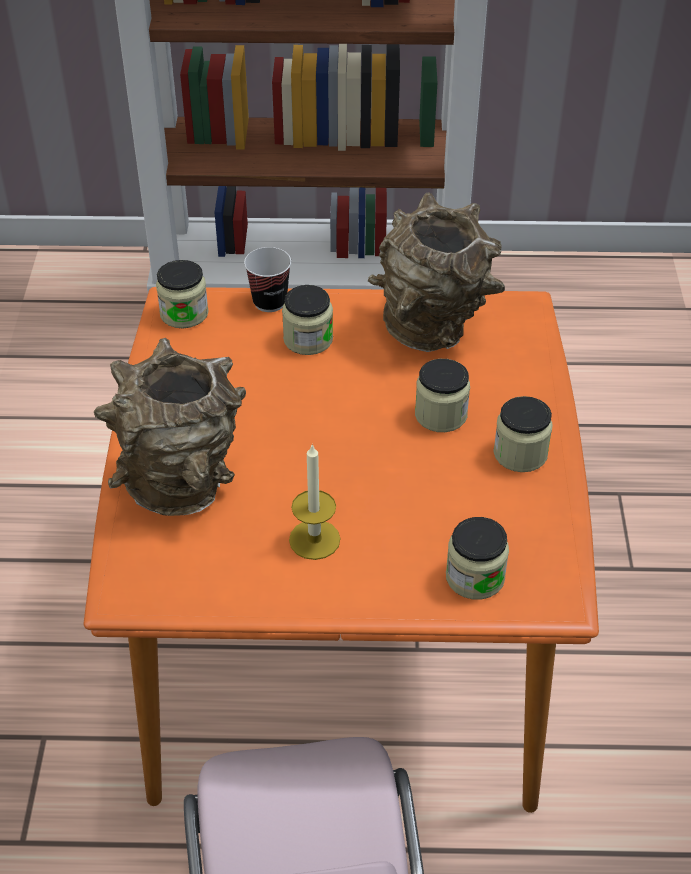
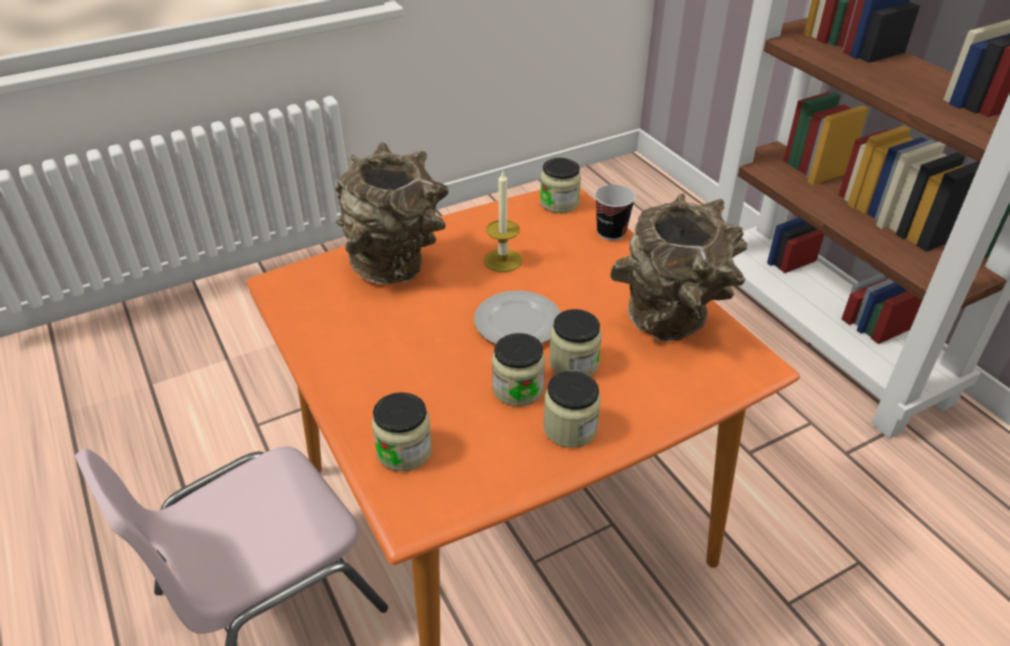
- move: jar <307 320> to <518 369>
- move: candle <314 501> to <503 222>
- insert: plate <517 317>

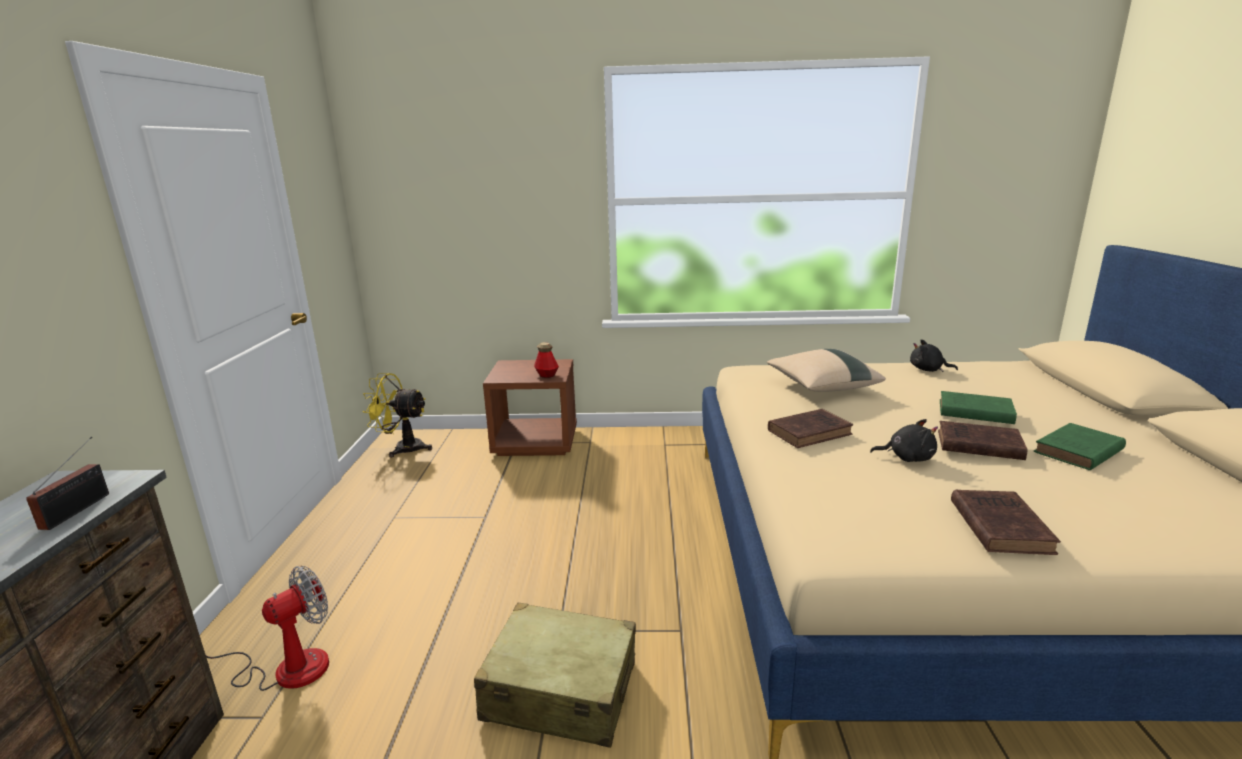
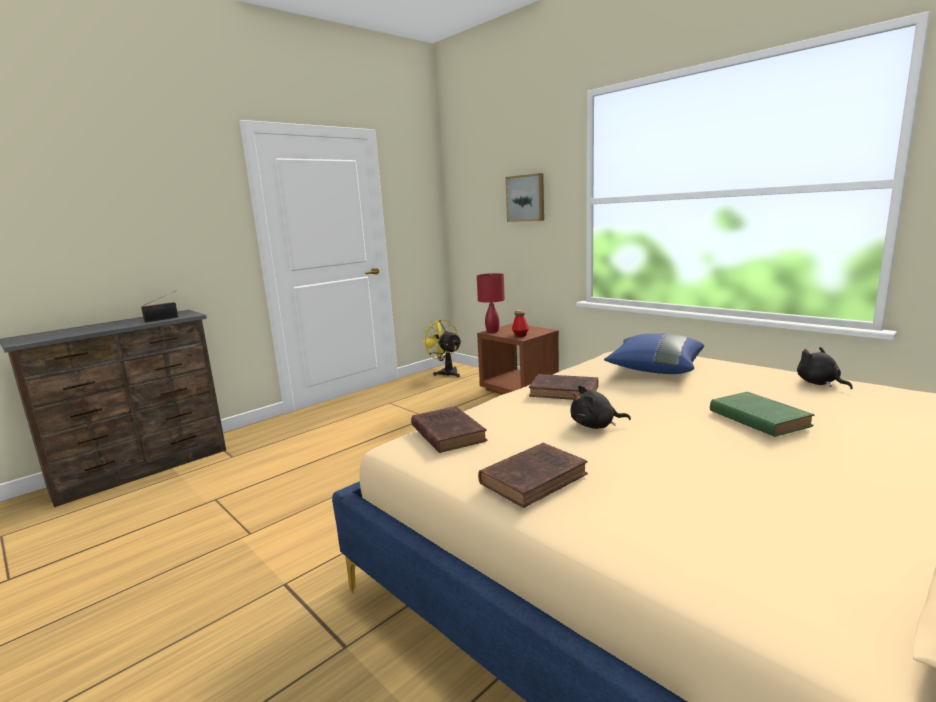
- delete: electric fan <267 628>
- delete: beige-coloured piece of luggage <555 675>
- recolor: beige-coloured cushion <826 370> to bluish cushion <654 353>
- rotate: blackish plush toy <904 440> = <601 407> 120 degrees clockwise
- move: brown volume <983 440> to <449 429>
- delete: green-coloured volume <1080 446>
- insert: red lamp for a table <491 303>
- insert: wall art <524 197>

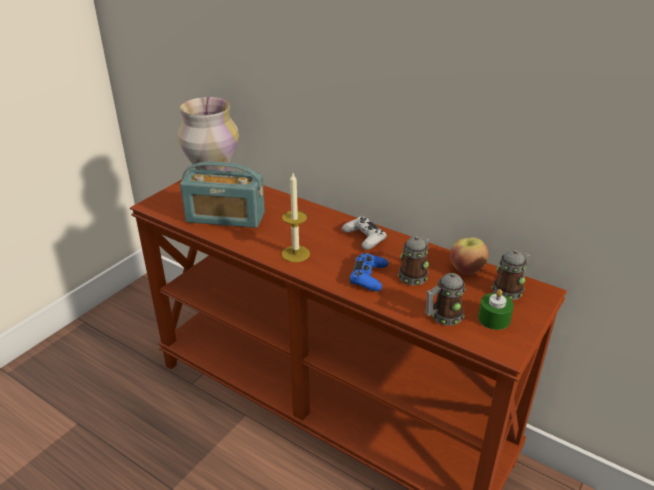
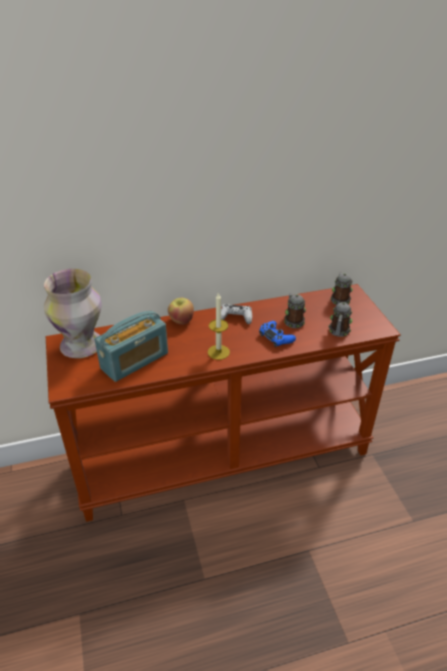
- move: apple fruit <469 256> to <181 311>
- delete: green-coloured candle <496 309>

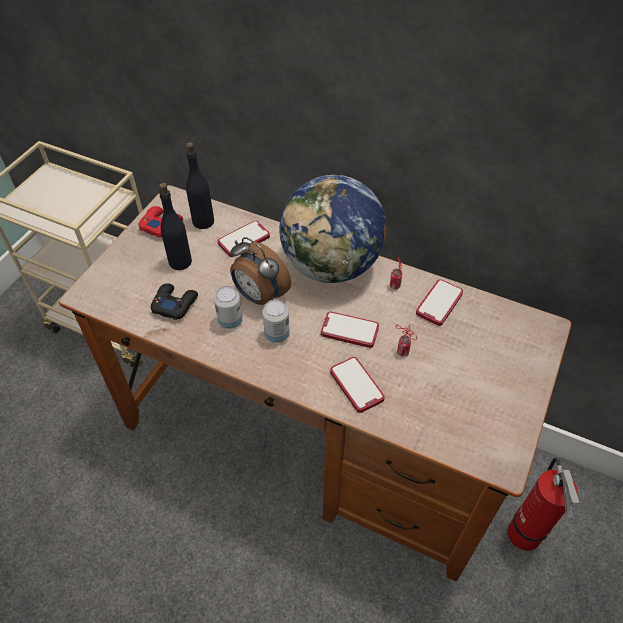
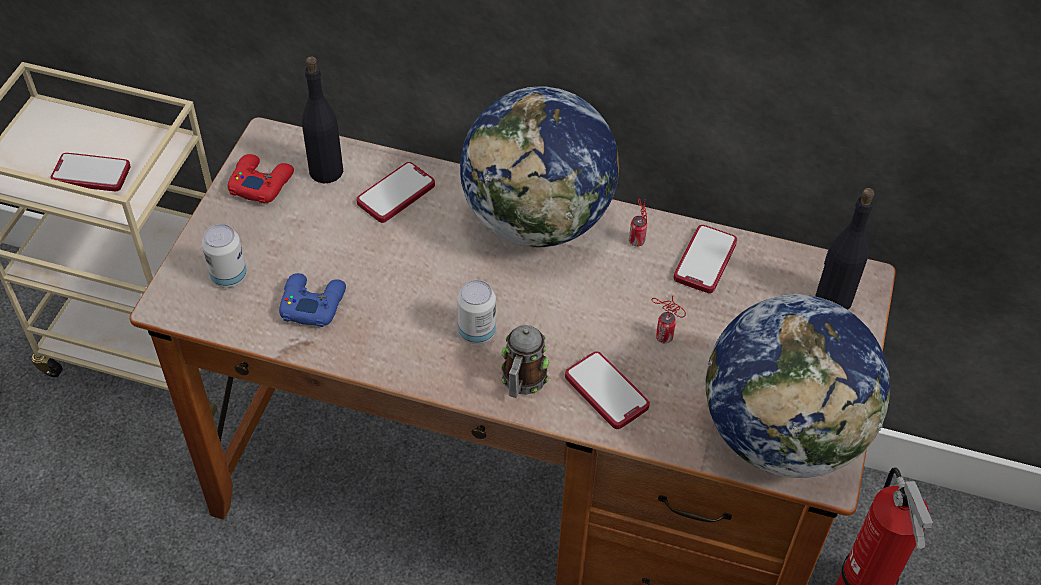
- recolor: blackish game controller <174 301> to bluish game controller <312 300>
- move: blackish beverage bottle <175 226> to <845 249>
- move: metal can <228 307> to <224 256>
- delete: alarm clock <260 271>
- move: handset <350 330> to <90 172>
- insert: mug <525 361>
- insert: desk globe <798 386>

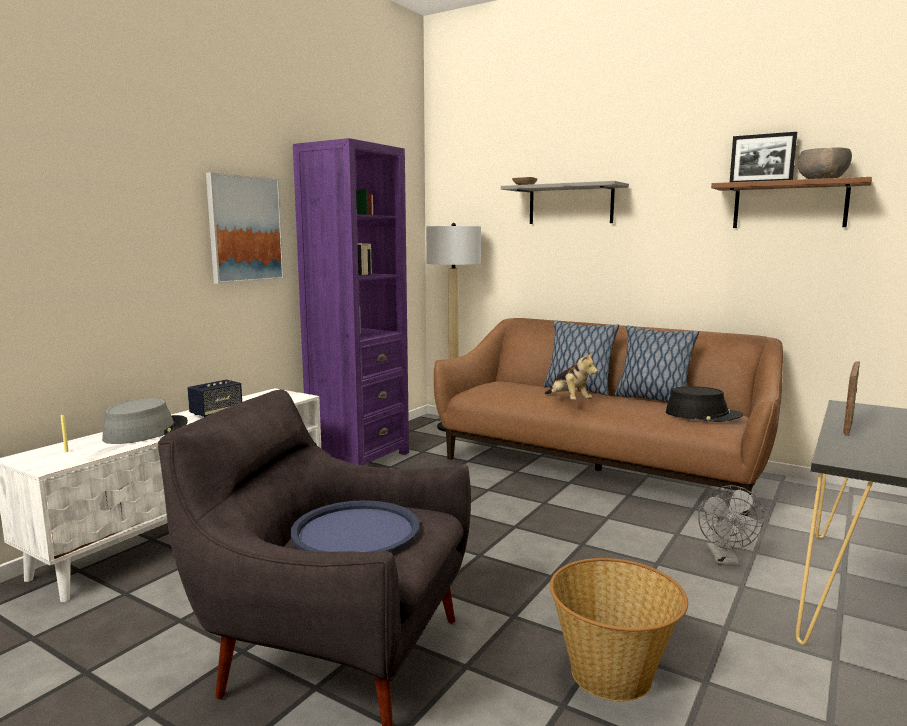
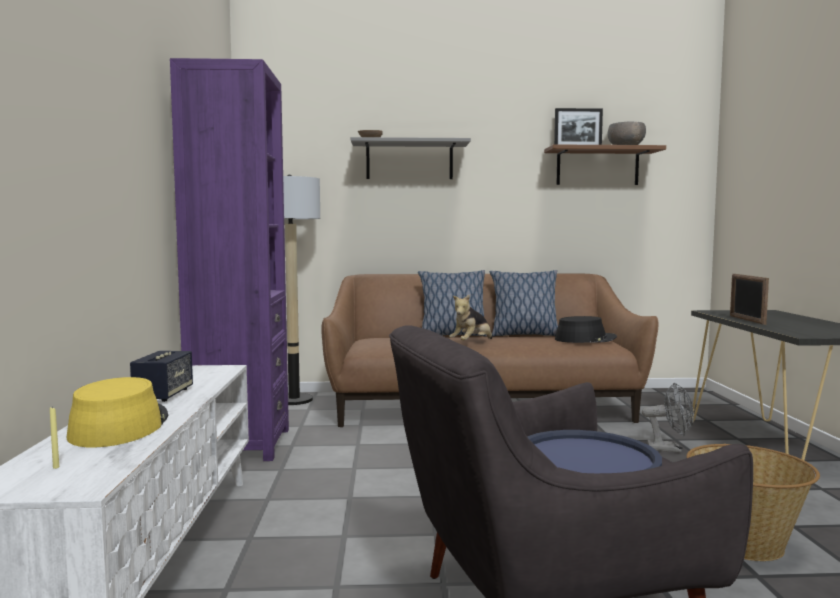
- recolor: grey hat <145 421> to yellow hat <118 412>
- delete: wall art <245 228>
- rotate: plush toy <571 376> = <470 317> 105 degrees clockwise
- rotate: grey electric fan <731 525> = <668 417> 45 degrees counterclockwise

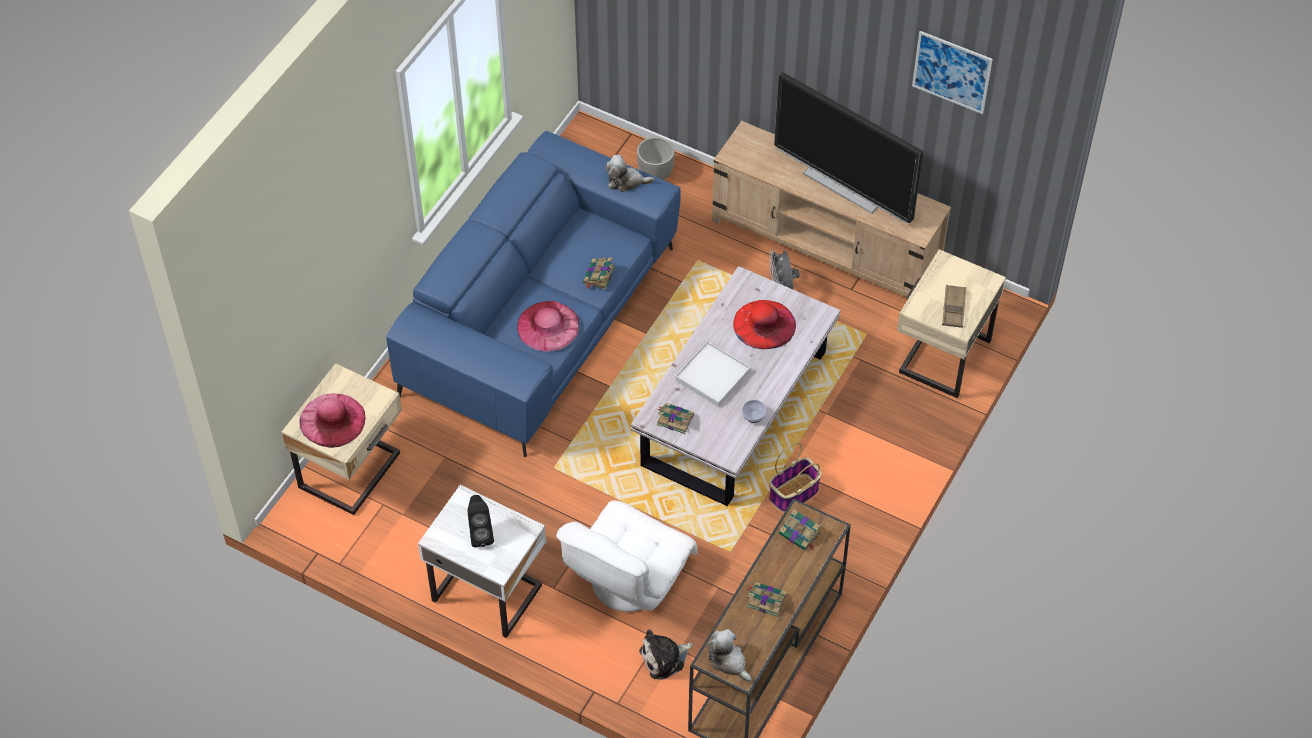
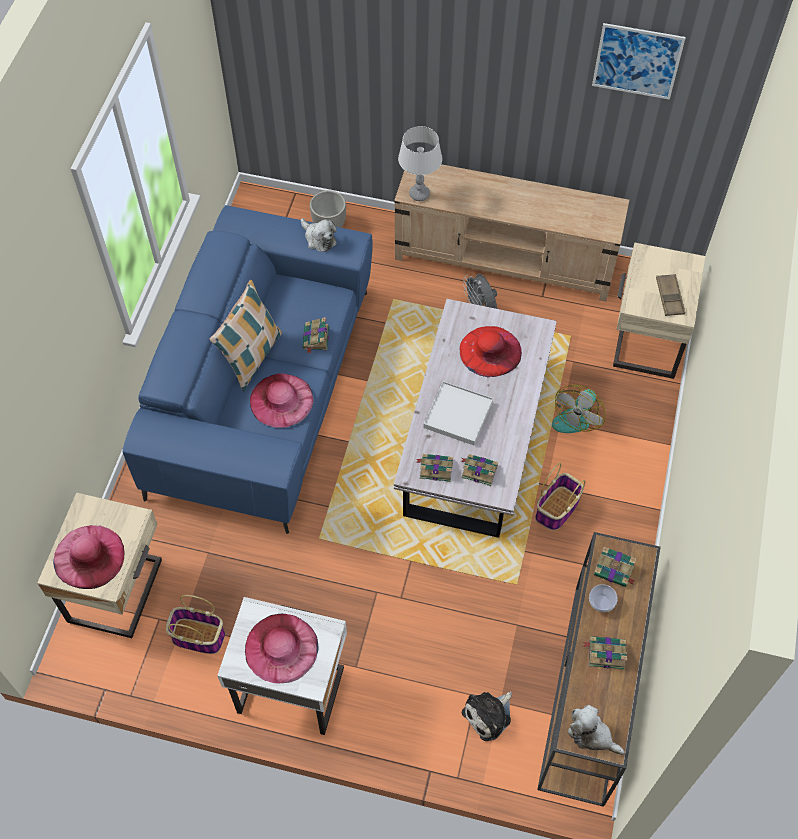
- replace: blackish speaker <481 521> to pink hat <281 648>
- delete: white easy chair <627 556>
- rotate: plush toy <629 173> = <319 235> 120 degrees counterclockwise
- move: deep dish <754 411> to <603 598>
- delete: television <848 148>
- insert: storage basket <195 624>
- insert: cushion <246 336>
- insert: grey lamp for a table <420 163>
- insert: volume <479 470>
- insert: electric fan <579 409>

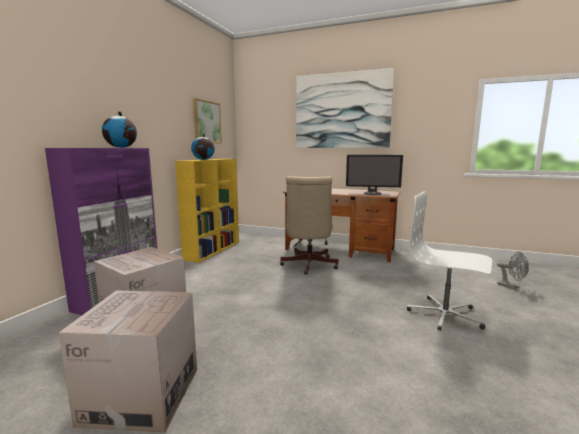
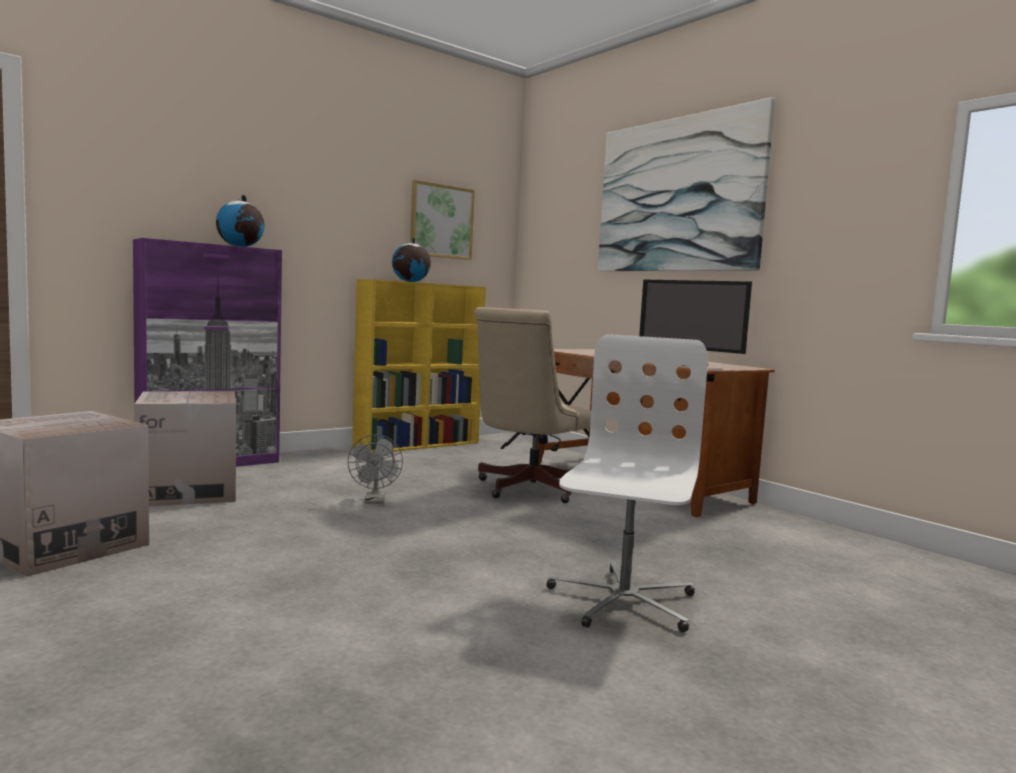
- rotate: white desk chair <449 261> = <627 483> 45 degrees clockwise
- move: grey electric fan <513 271> to <375 469>

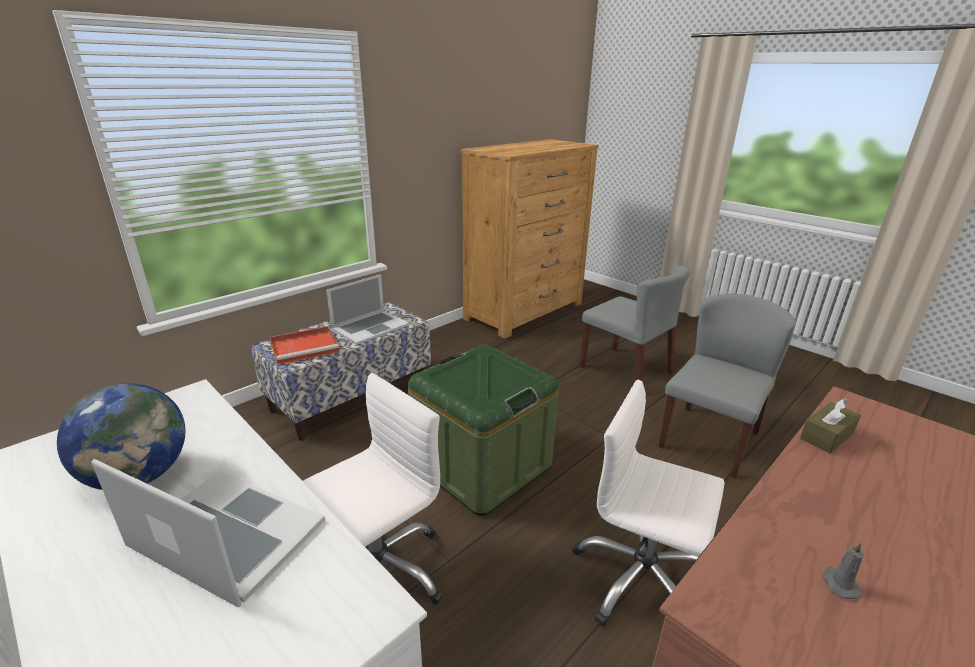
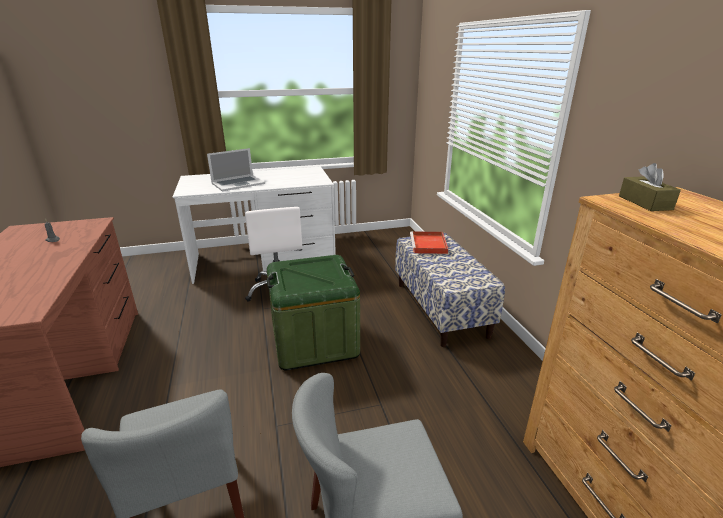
- delete: desk globe <121 436>
- delete: notebook computer <368 309>
- delete: white desk chair <648 503>
- move: brown box of tissues <830 426> to <650 187>

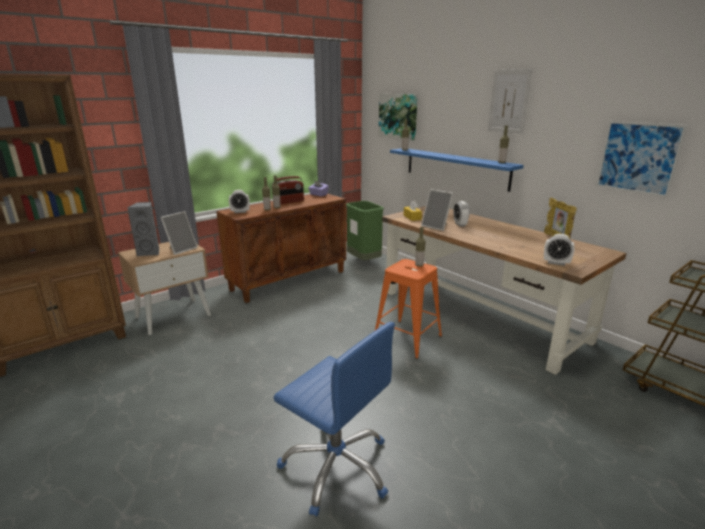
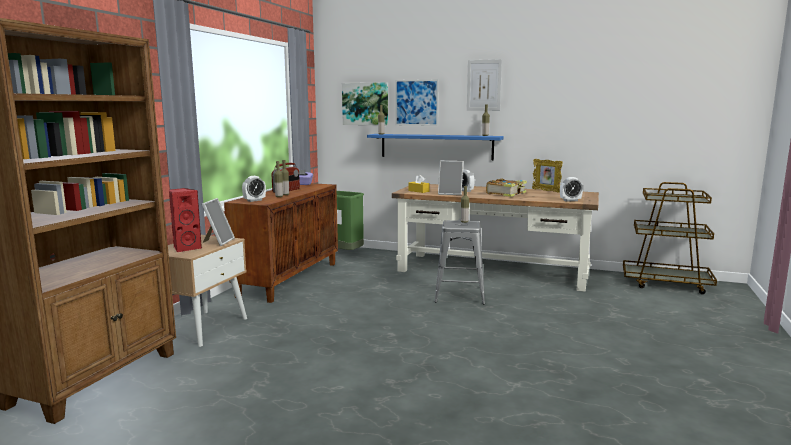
- recolor: grey speaker <143 229> to red speaker <185 220>
- delete: bluish desk chair <334 419>
- recolor: orange stool seat <408 309> to grey stool seat <459 262>
- move: wall art <642 159> to <417 102>
- insert: volume <506 187>

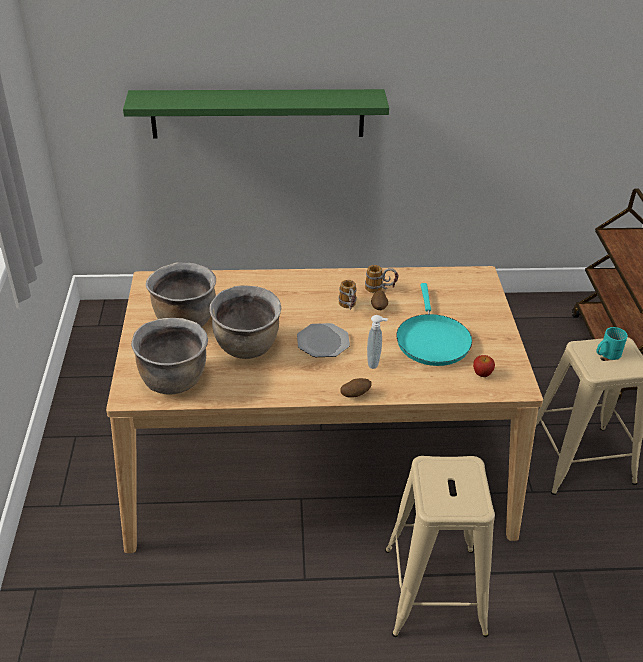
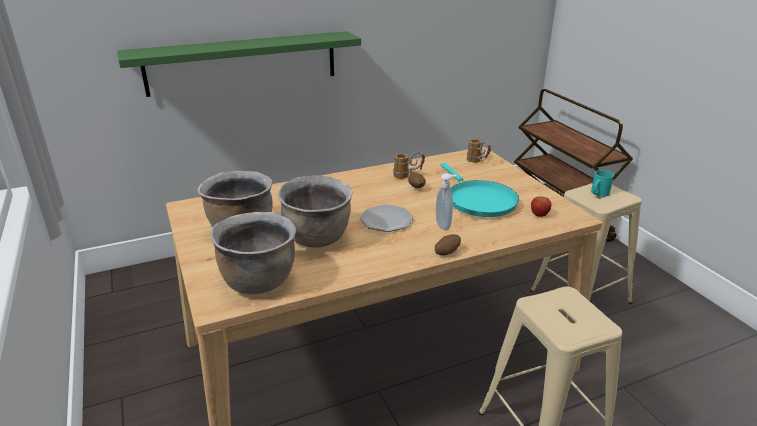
- move: mug <347 295> to <479 151>

